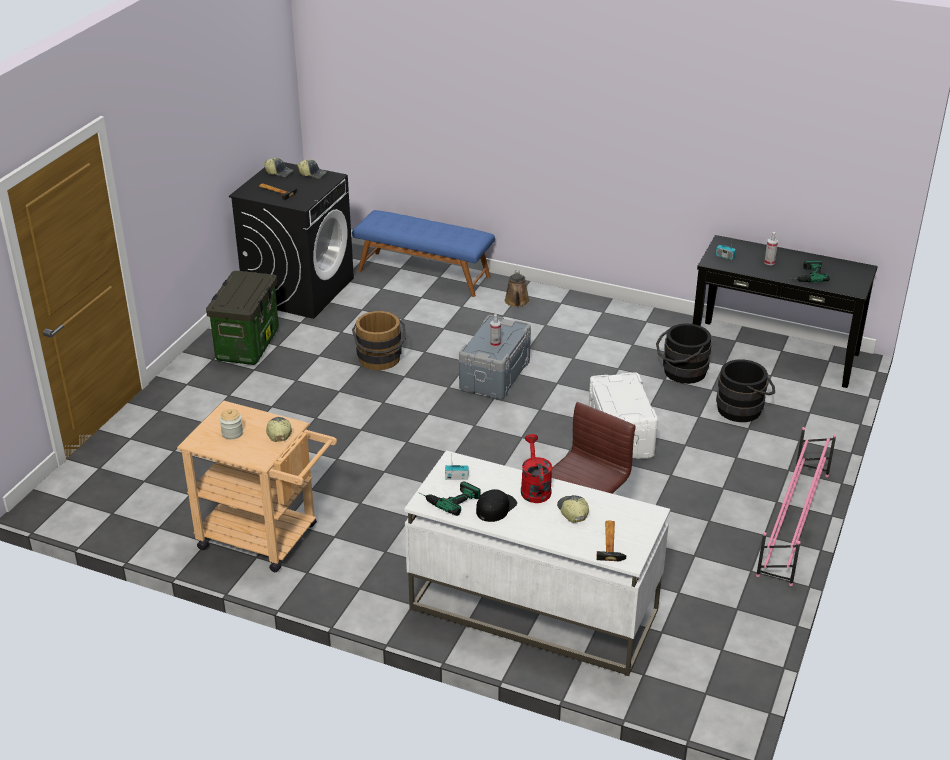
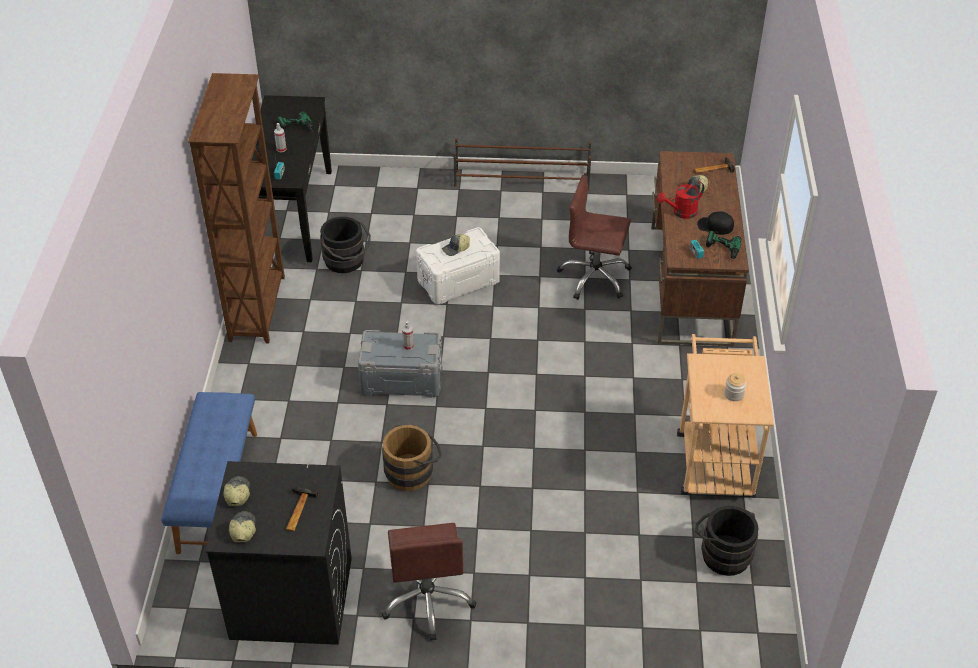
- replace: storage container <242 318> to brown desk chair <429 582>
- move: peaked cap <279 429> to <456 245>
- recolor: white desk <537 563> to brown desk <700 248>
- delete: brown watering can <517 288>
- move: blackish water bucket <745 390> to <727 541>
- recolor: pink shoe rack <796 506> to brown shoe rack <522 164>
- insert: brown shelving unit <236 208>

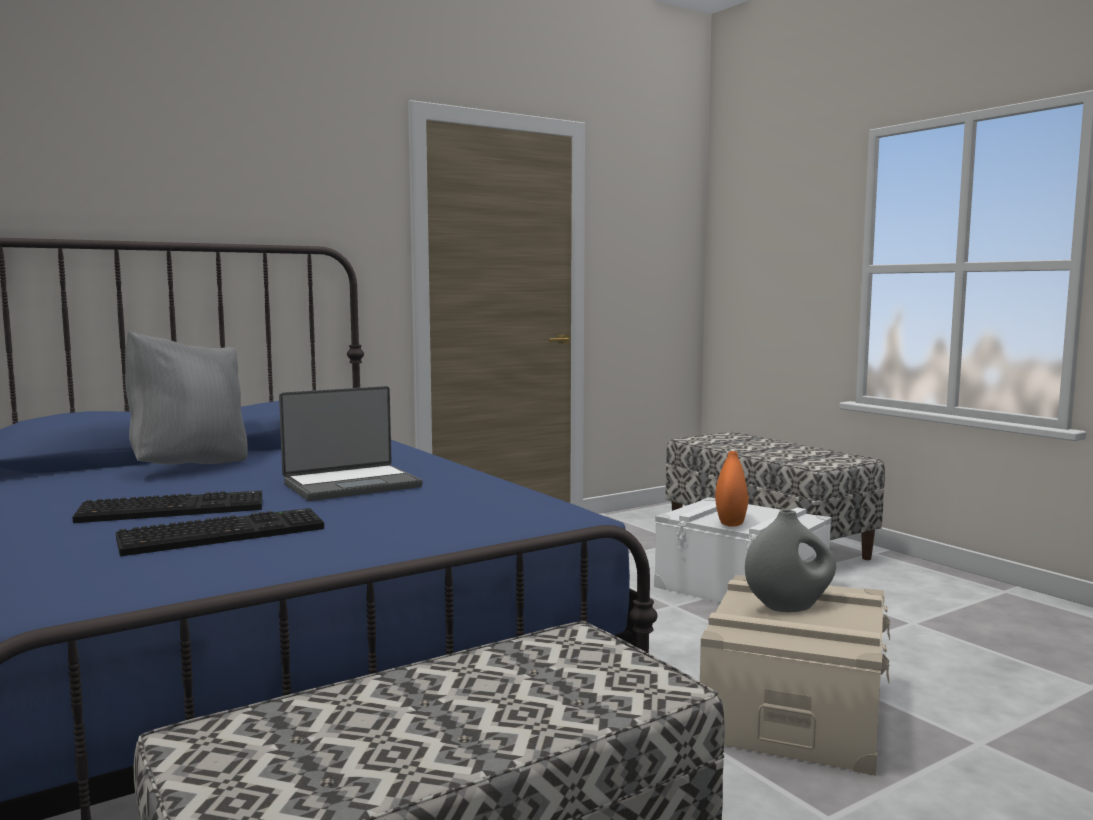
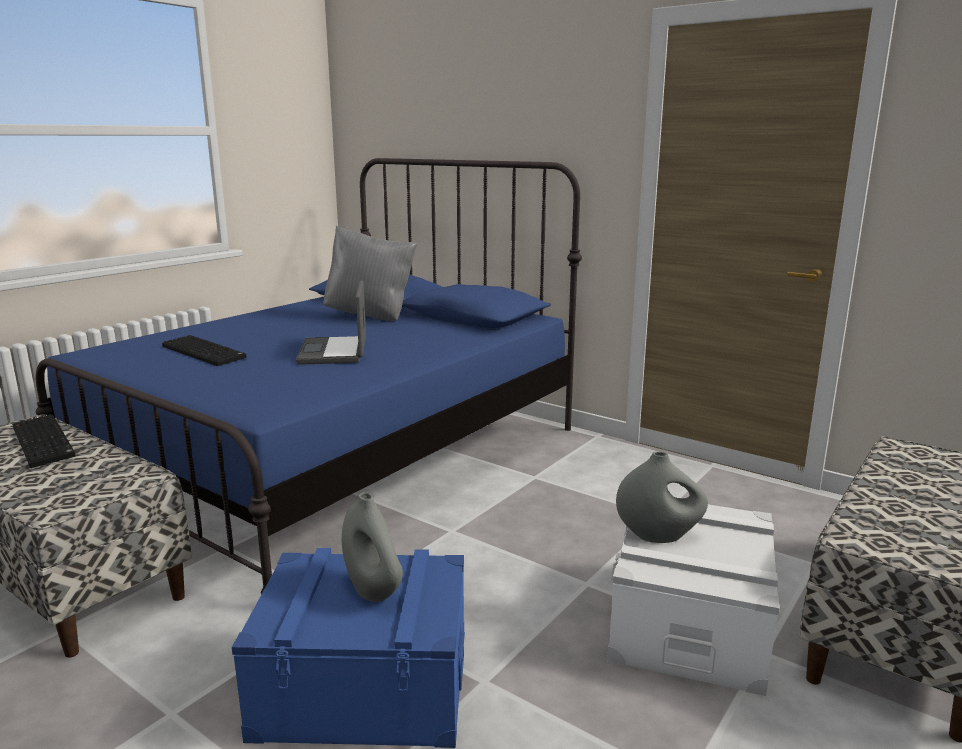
- move: keyboard <167 507> to <44 441>
- rotate: notebook computer <351 443> = <331 323> 45 degrees clockwise
- recolor: beige-coloured storage container <795 675> to bluish storage container <348 648>
- recolor: orange flower vase <732 489> to grey flower vase <662 497>

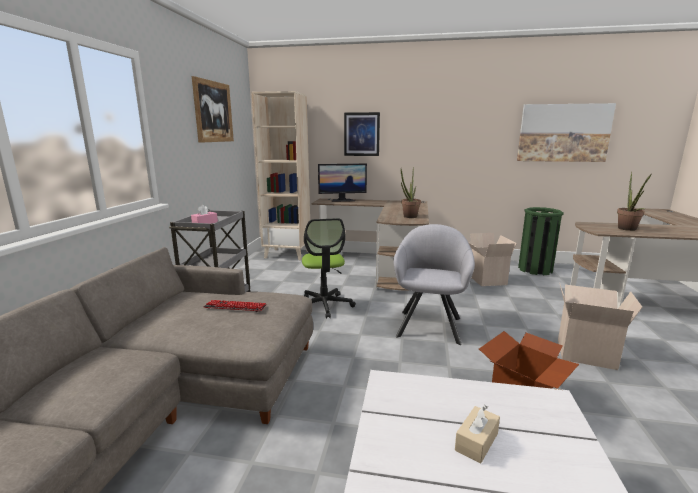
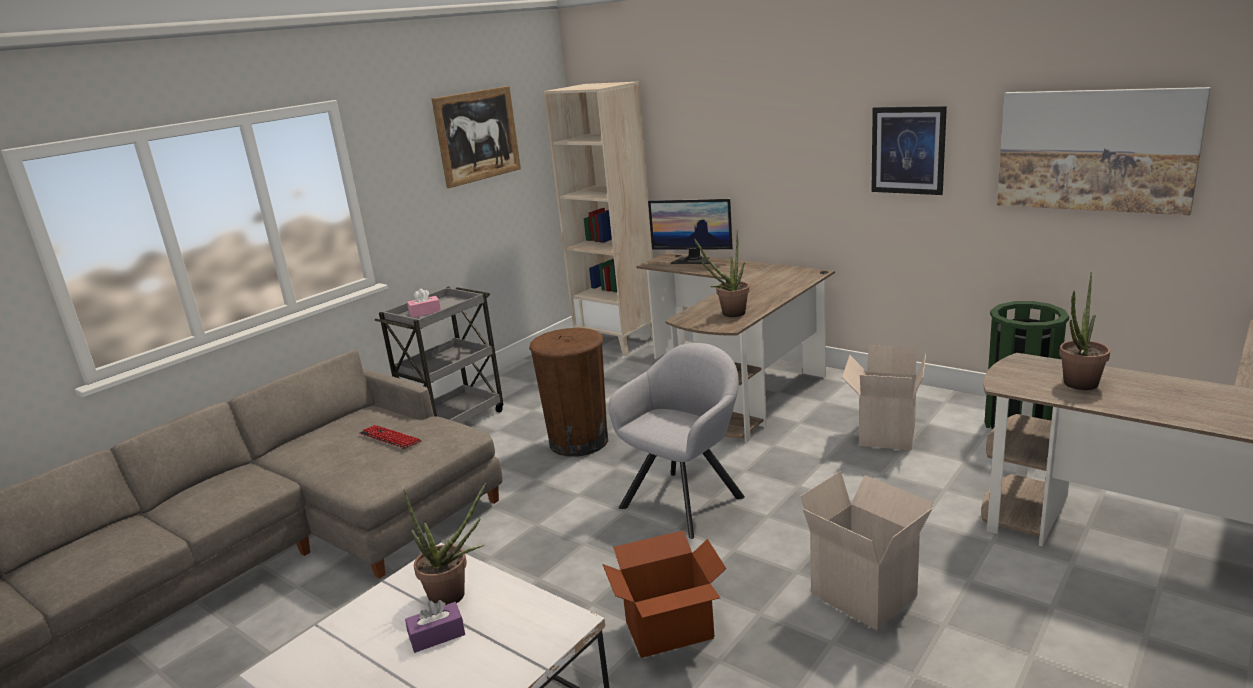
- replace: desk chair <329 268> to brown trash can <568 392>
- move: wall art <362 134> to <909 150>
- recolor: beige-coloured box of tissues <477 434> to purple-coloured box of tissues <435 626>
- insert: plant in a pot <444 544>

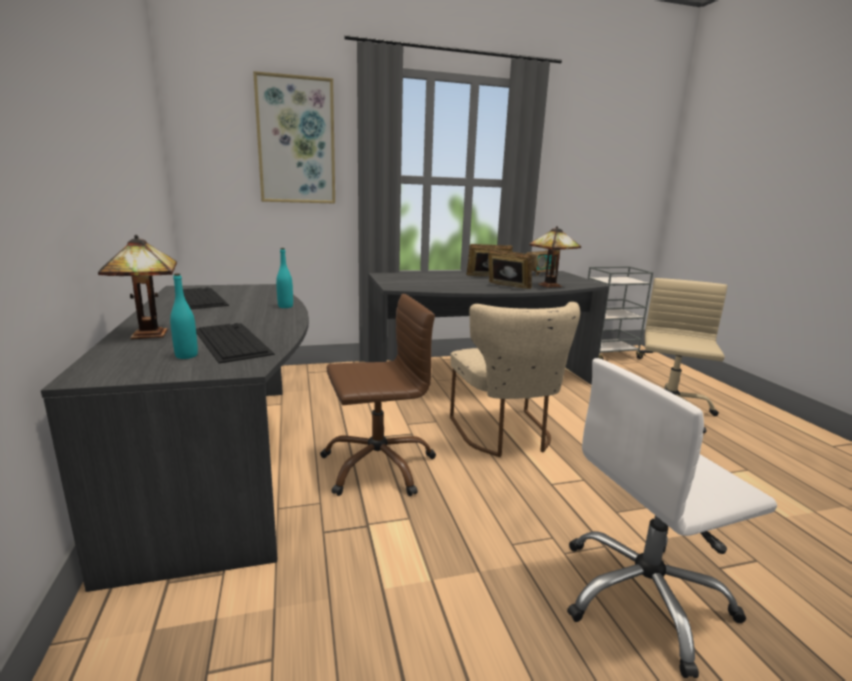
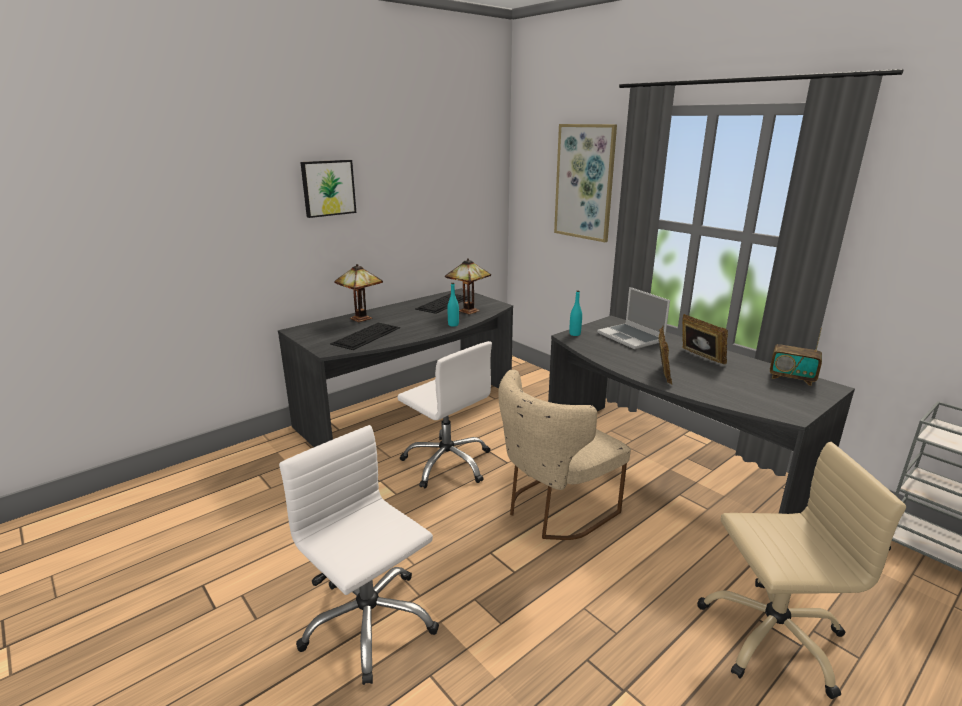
- move: turquoise-coloured beverage bottle <184 316> to <575 313>
- recolor: brown desk chair <378 395> to white desk chair <445 415>
- move: lamp for a table <555 257> to <468 287>
- insert: wall art <328 189>
- insert: notebook computer <633 318>

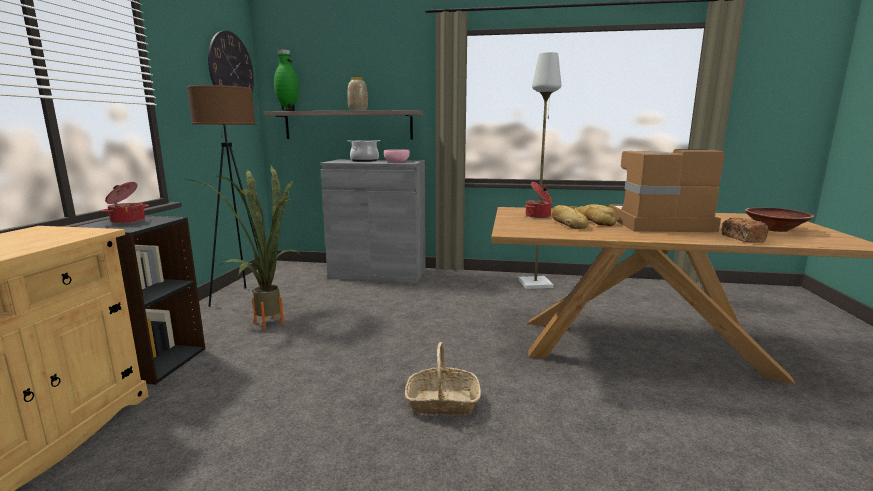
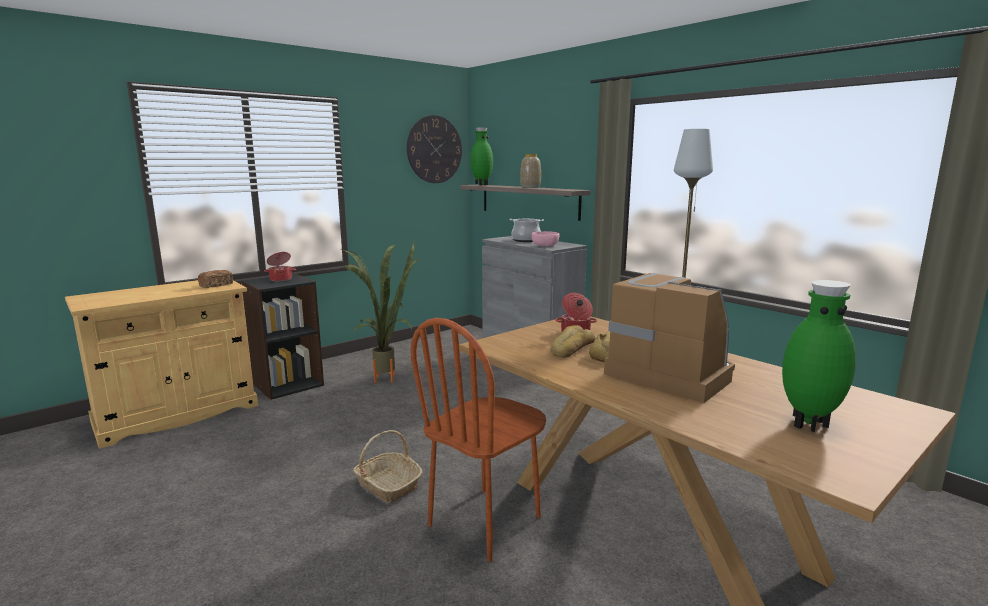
- delete: brown floor lamp <222 196>
- move: bread <745 230> to <215 279>
- replace: brown deep dish <779 219> to green-coloured flower vase <819 356>
- insert: brown chair <478 440>

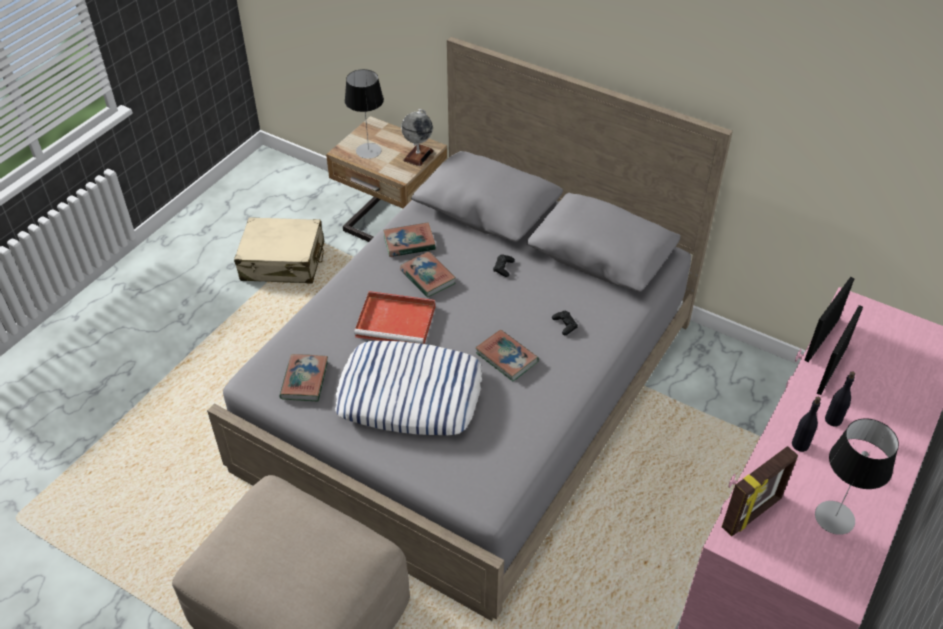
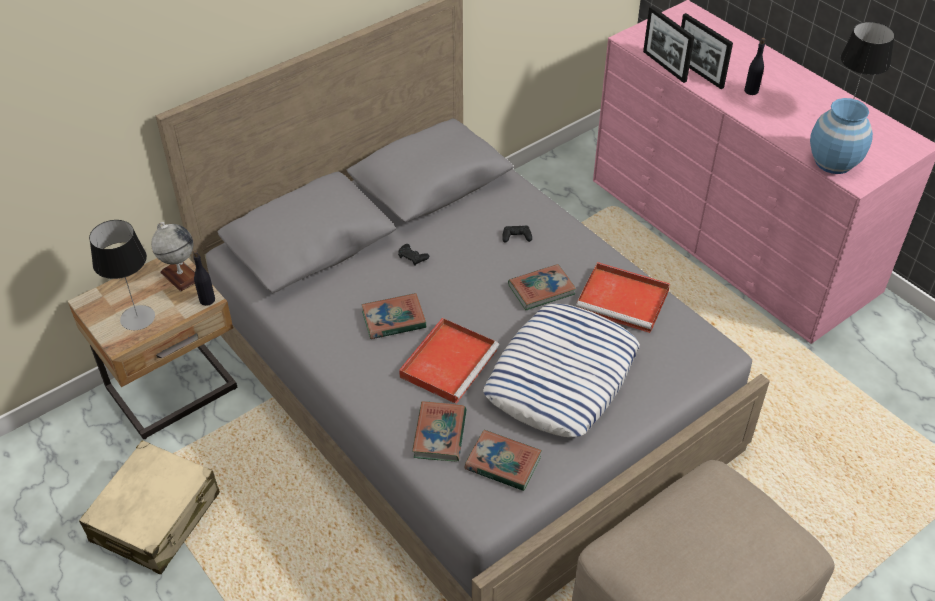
- move: volume <409 239> to <439 431>
- replace: picture frame <760 491> to bluish flower vase <841 136>
- move: blackish beverage bottle <806 424> to <204 278>
- insert: red carrying tray <623 297>

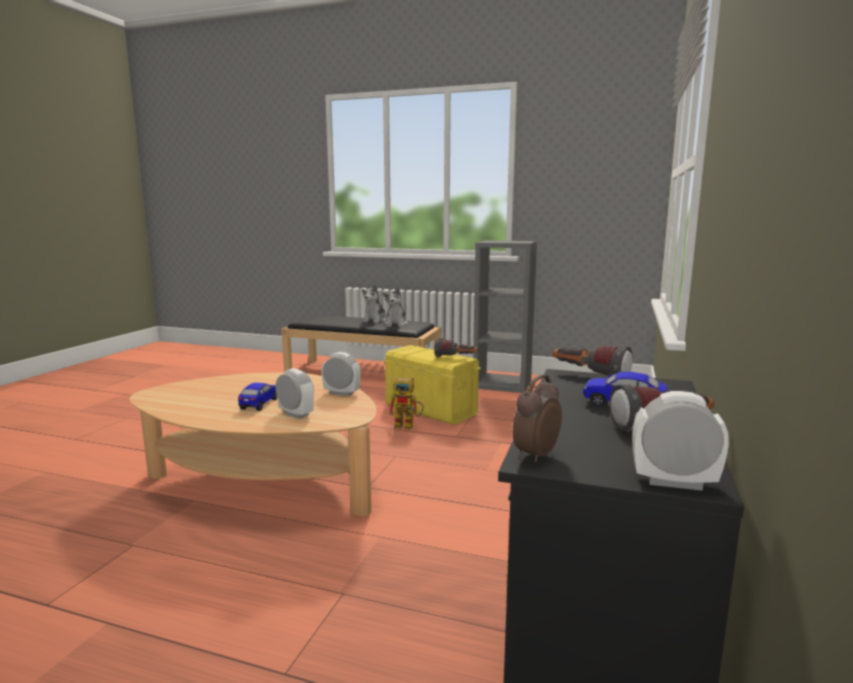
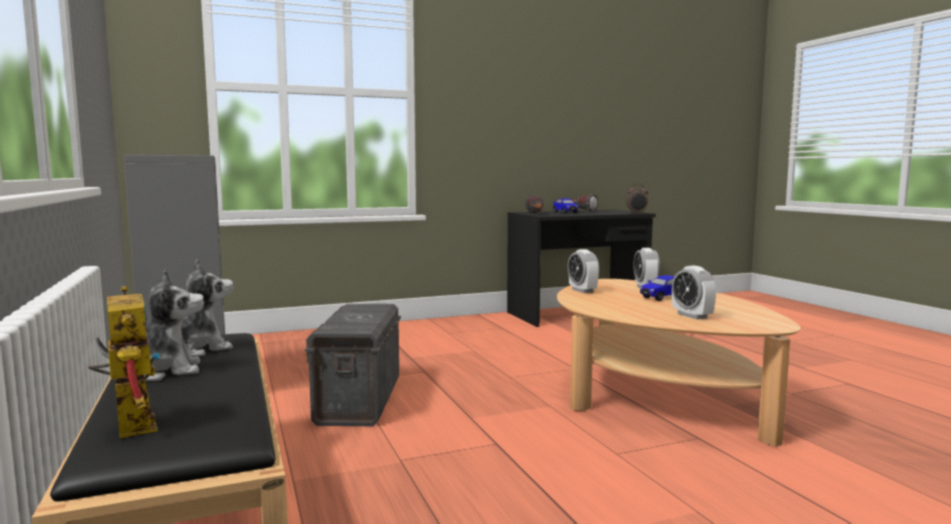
- recolor: yellow storage container <432 385> to grey storage container <353 365>
- move: model robot <406 403> to <124 362>
- delete: torch <456 347>
- move: alarm clock <681 441> to <694 292>

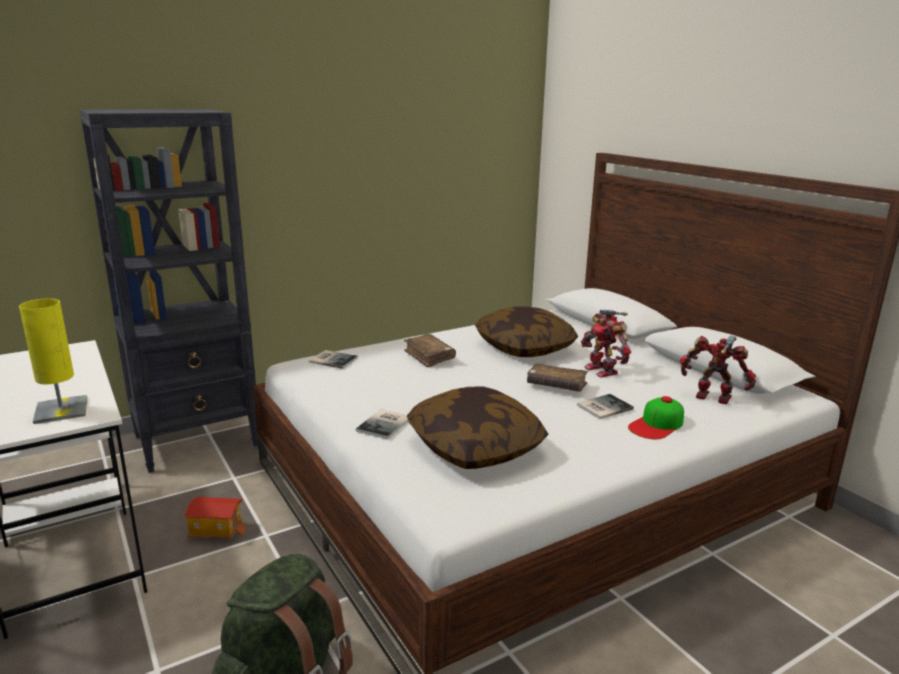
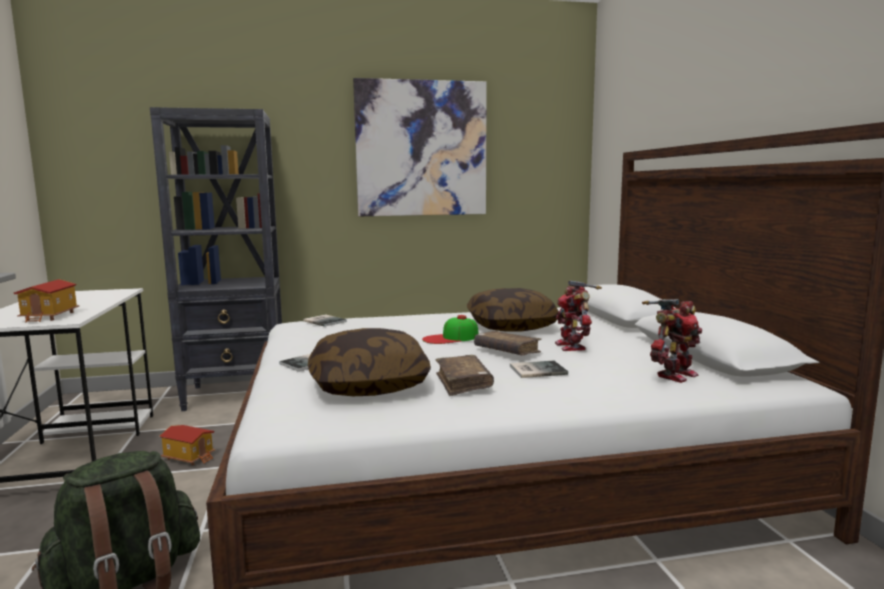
- replace: yellow lamp for a table <53 361> to miniature house <47 300>
- move: brown volume <430 351> to <465 375>
- move: peaked cap <656 417> to <450 329>
- rotate: model robot <718 370> = <672 341> 90 degrees clockwise
- insert: wall art <420 147>

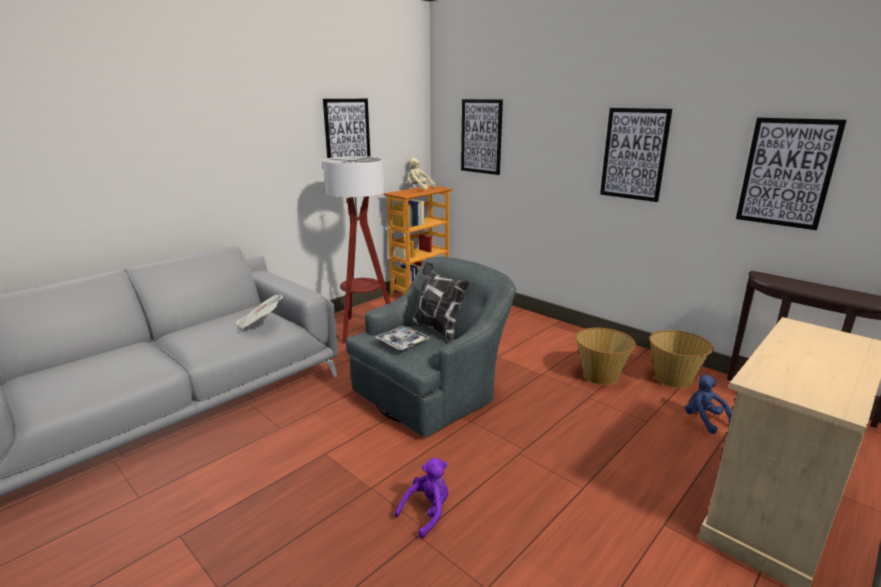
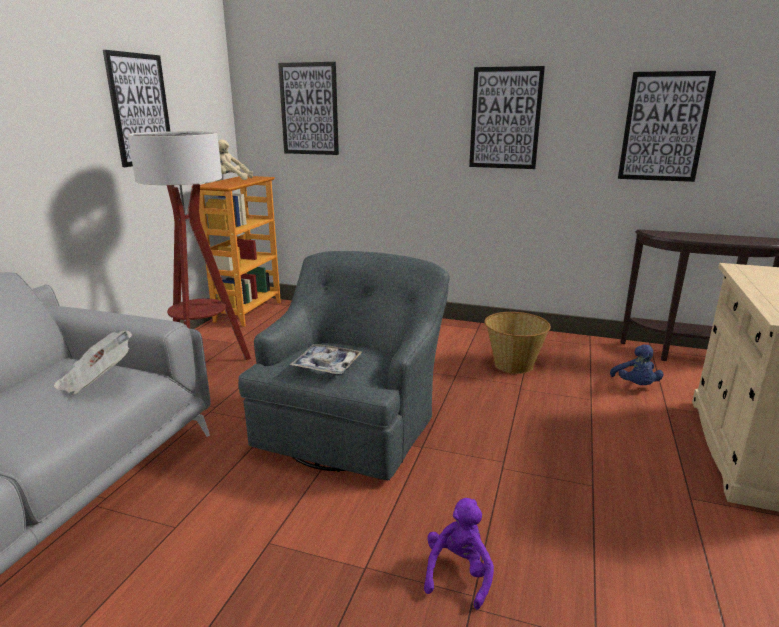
- delete: cushion <441 302>
- delete: storage basket <681 359>
- rotate: bluish plush toy <708 404> = <636 365> 135 degrees counterclockwise

